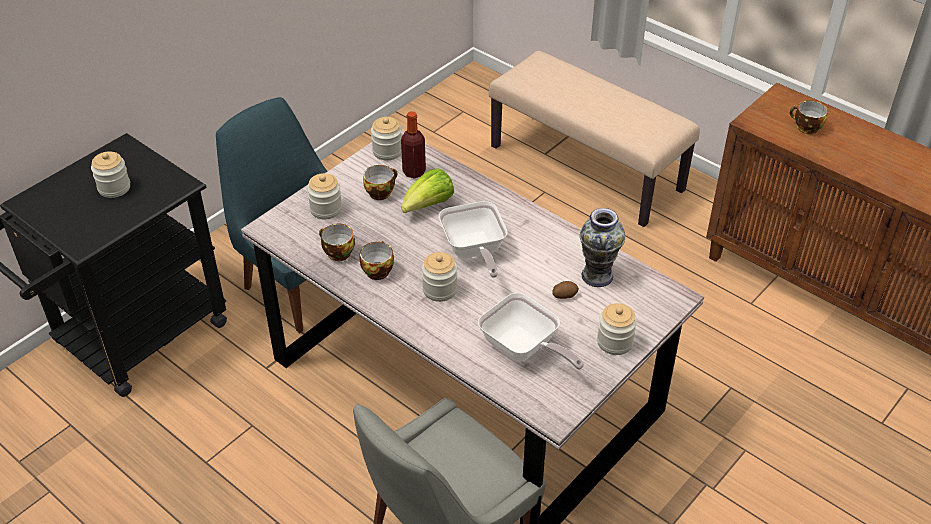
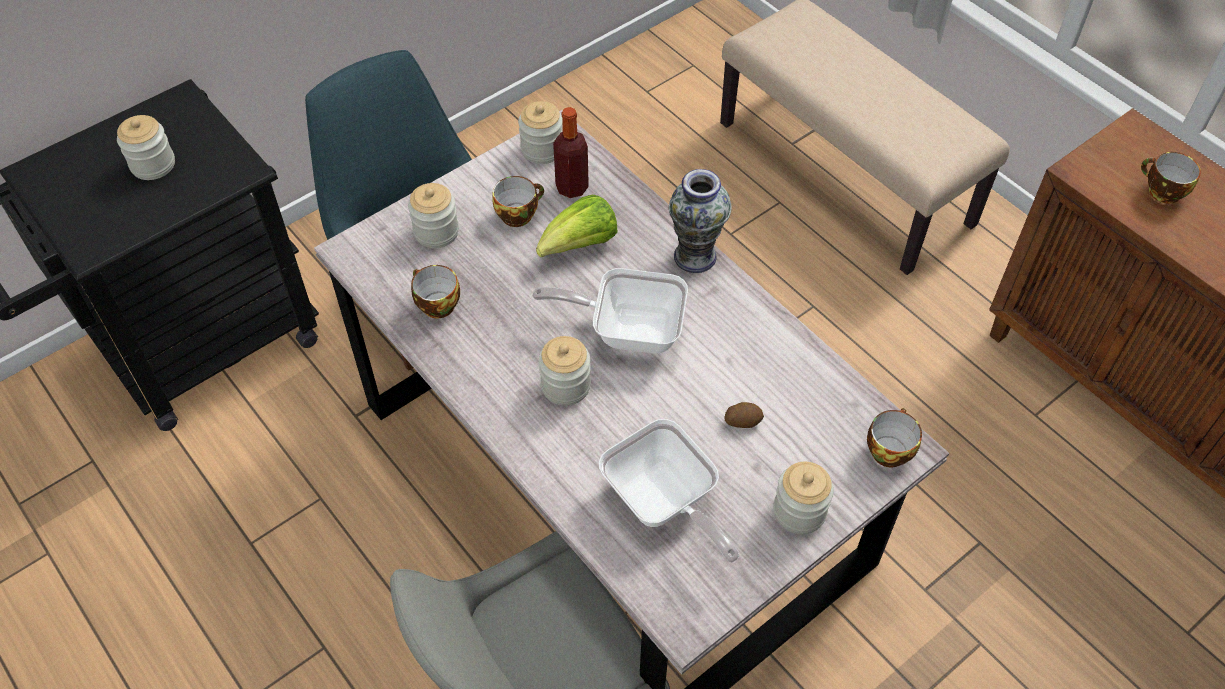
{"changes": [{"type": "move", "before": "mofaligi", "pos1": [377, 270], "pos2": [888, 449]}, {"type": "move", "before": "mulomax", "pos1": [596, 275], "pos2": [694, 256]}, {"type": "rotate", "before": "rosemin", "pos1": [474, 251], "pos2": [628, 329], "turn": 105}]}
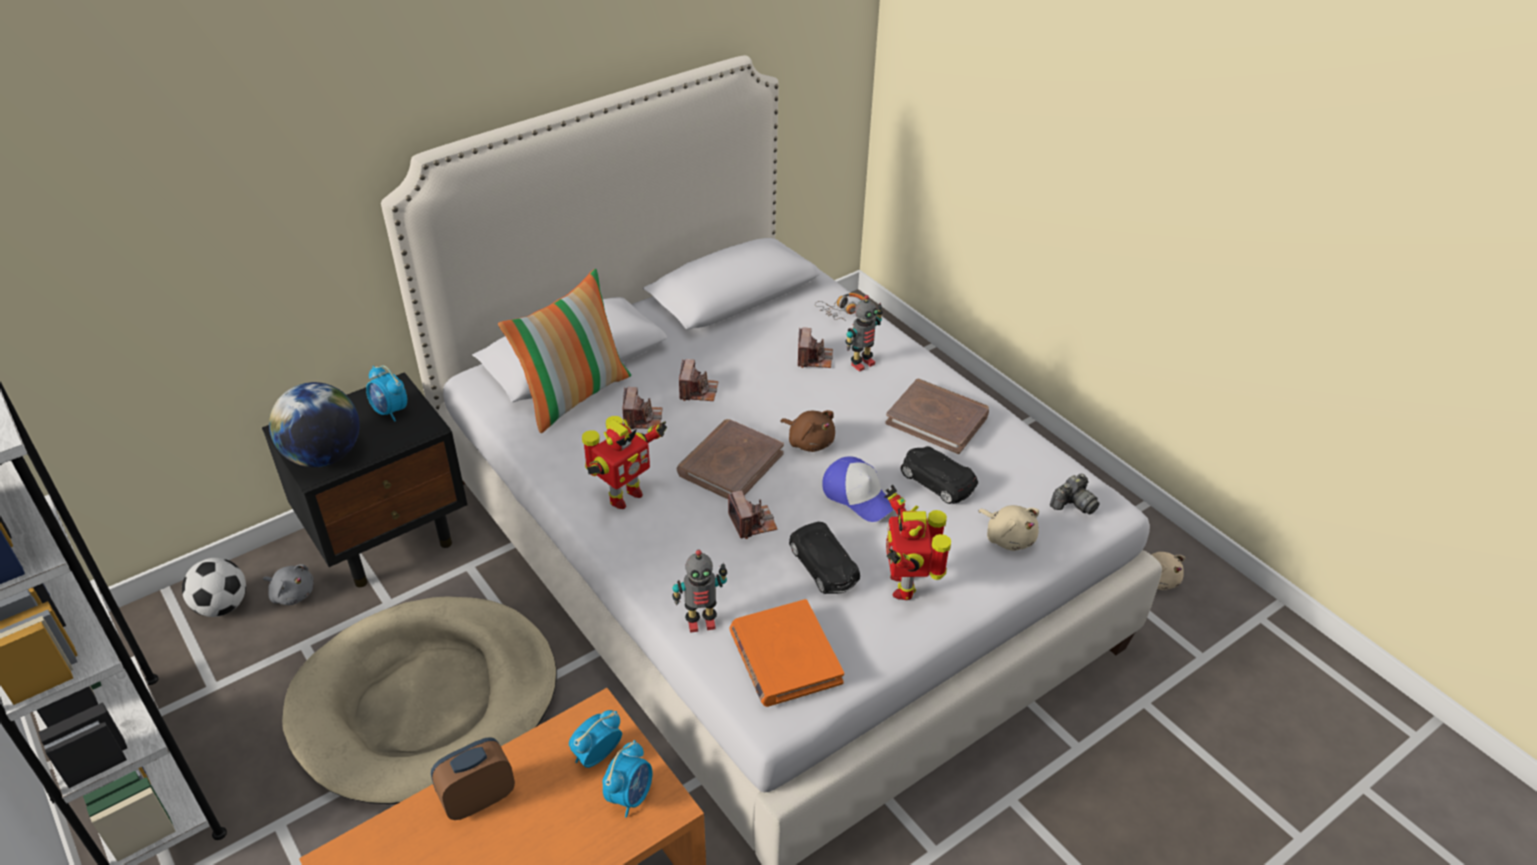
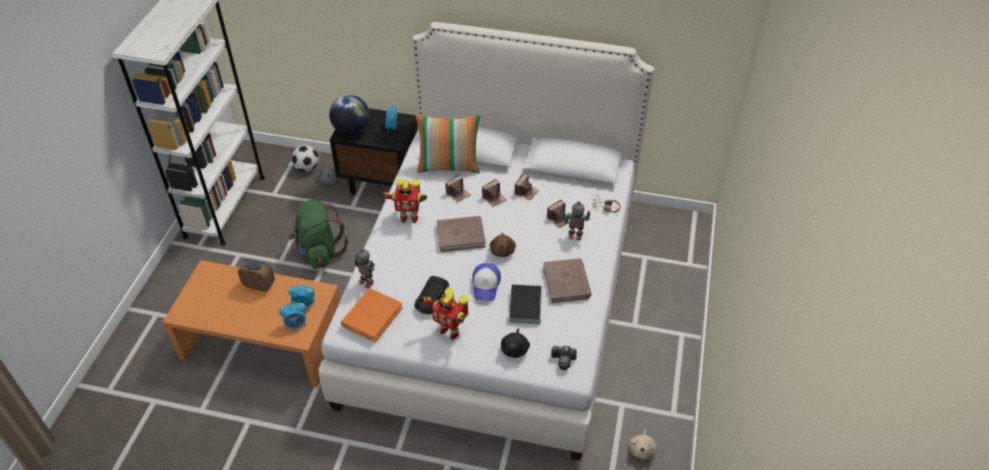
{"changes": [{"type": "move", "before": "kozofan", "pos1": [752, 522], "pos2": [526, 192]}, {"type": "replace", "before": "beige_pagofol", "after": "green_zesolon", "pos1": [426, 703], "pos2": [319, 252]}, {"type": "replace", "before": "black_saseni", "after": "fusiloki", "pos1": [936, 480], "pos2": [525, 305]}, {"type": "recolor", "before": "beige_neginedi", "after": "black_neginedi", "pos1": [1008, 537], "pos2": [515, 349]}, {"type": "rotate", "before": "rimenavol", "pos1": [905, 584], "pos2": [449, 331], "turn": -105}]}
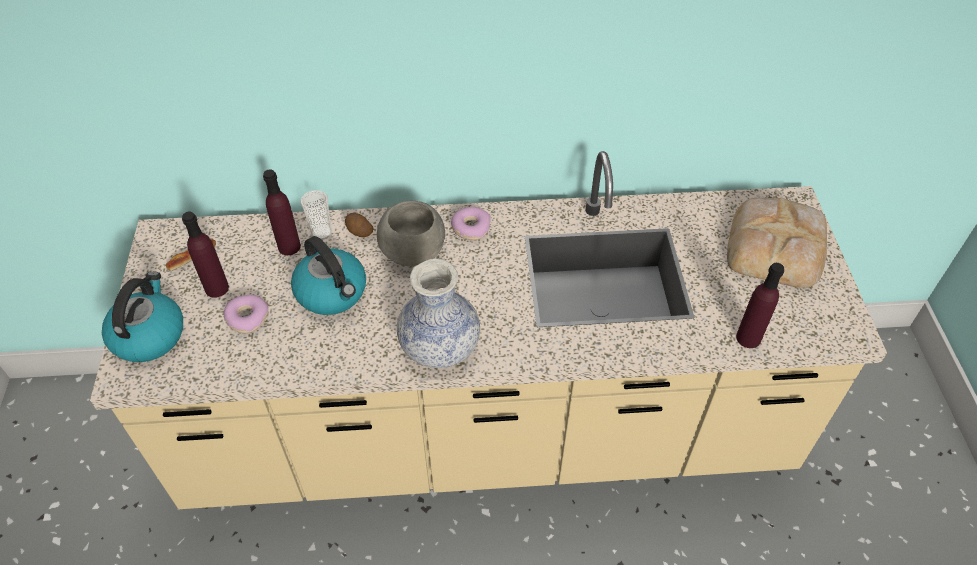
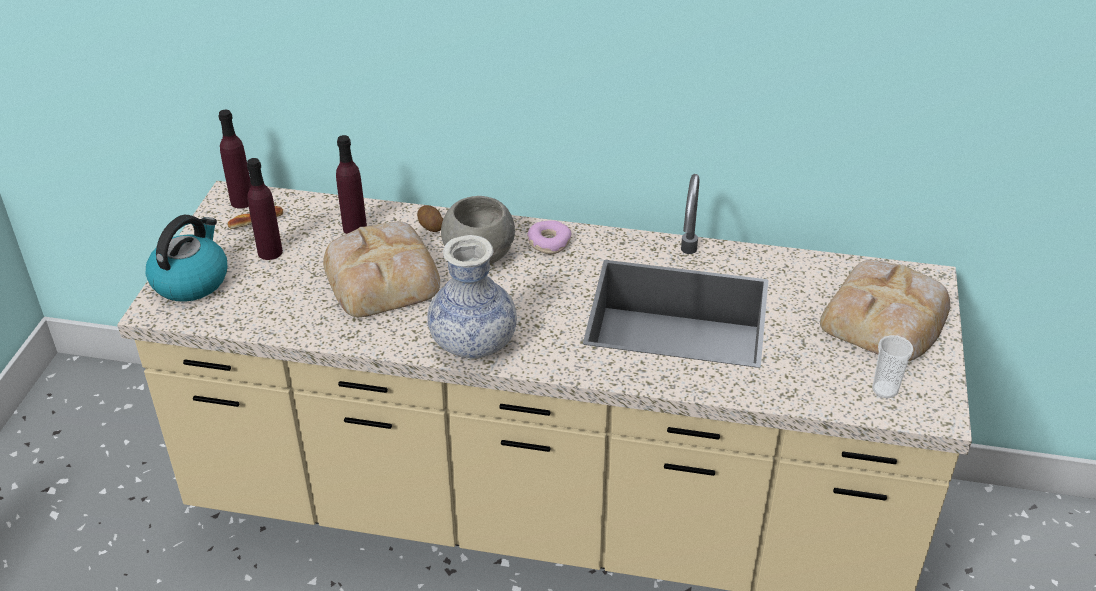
{"changes": [{"type": "delete", "before": "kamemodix", "pos1": [247, 318]}, {"type": "move", "before": "mofaligi", "pos1": [321, 233], "pos2": [885, 389]}, {"type": "move", "before": "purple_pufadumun", "pos1": [748, 338], "pos2": [242, 201]}, {"type": "replace", "before": "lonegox", "after": "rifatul", "pos1": [332, 292], "pos2": [383, 276]}]}
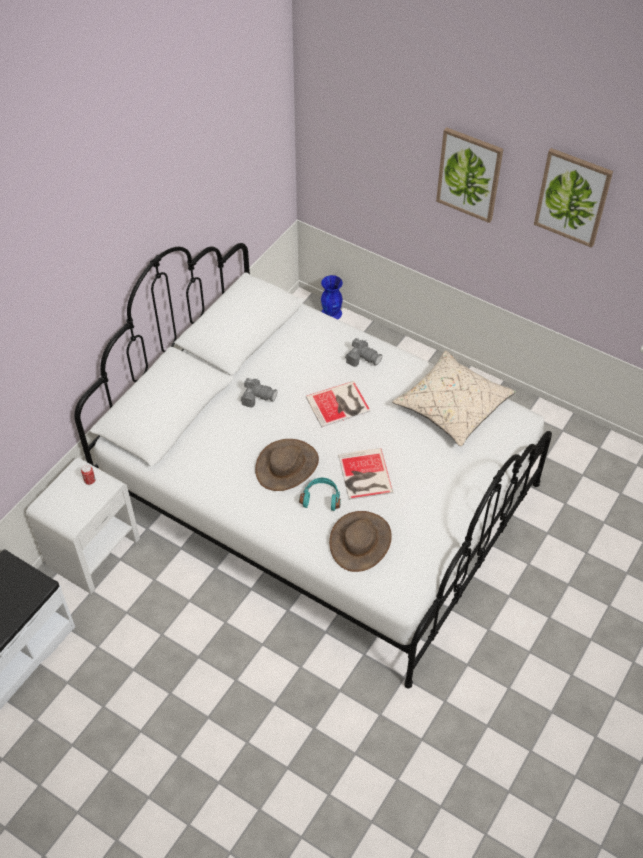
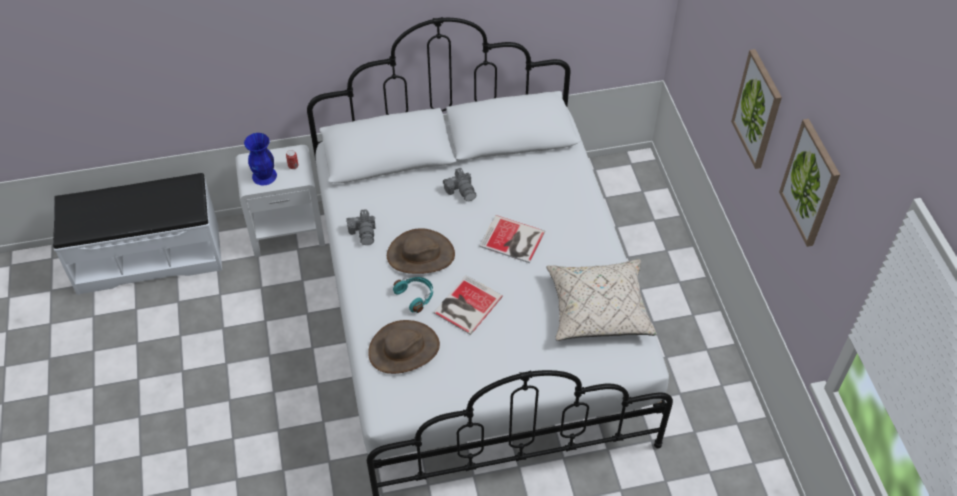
{"changes": [{"type": "move", "before": "blue_mulomax", "pos1": [331, 313], "pos2": [264, 176]}, {"type": "move", "before": "kozofan", "pos1": [363, 358], "pos2": [364, 232]}]}
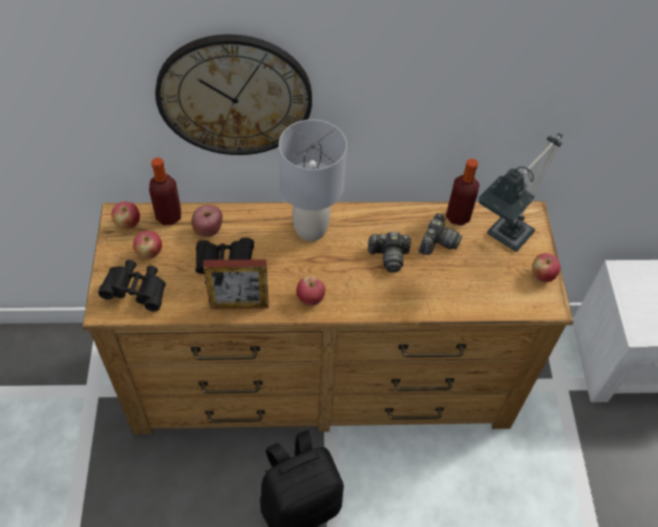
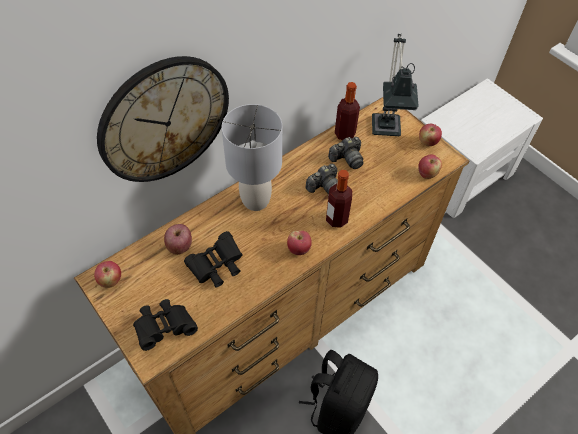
{"changes": [{"type": "delete", "before": "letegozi", "pos1": [239, 305]}, {"type": "move", "before": "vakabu", "pos1": [149, 253], "pos2": [427, 174]}, {"type": "move", "before": "pufadumun", "pos1": [168, 216], "pos2": [336, 219]}, {"type": "rotate", "before": "kozofan", "pos1": [437, 242], "pos2": [347, 159], "turn": 75}]}
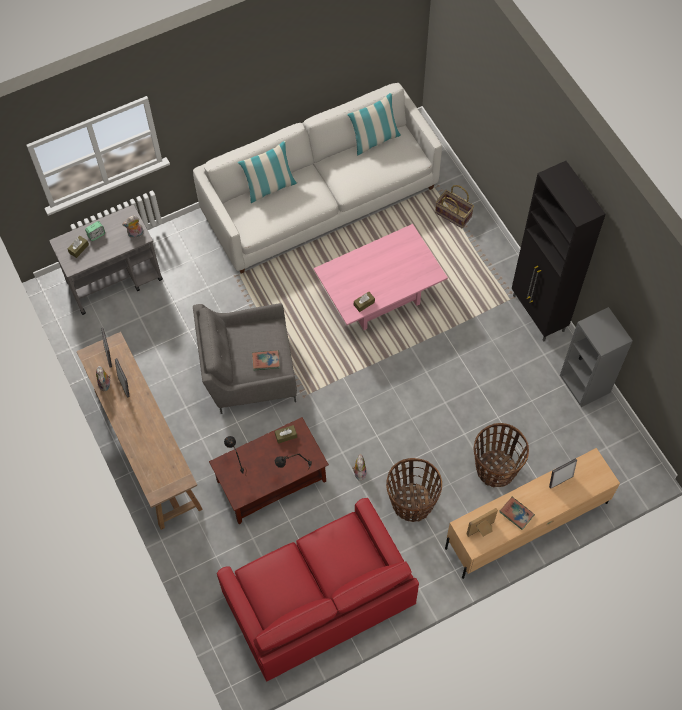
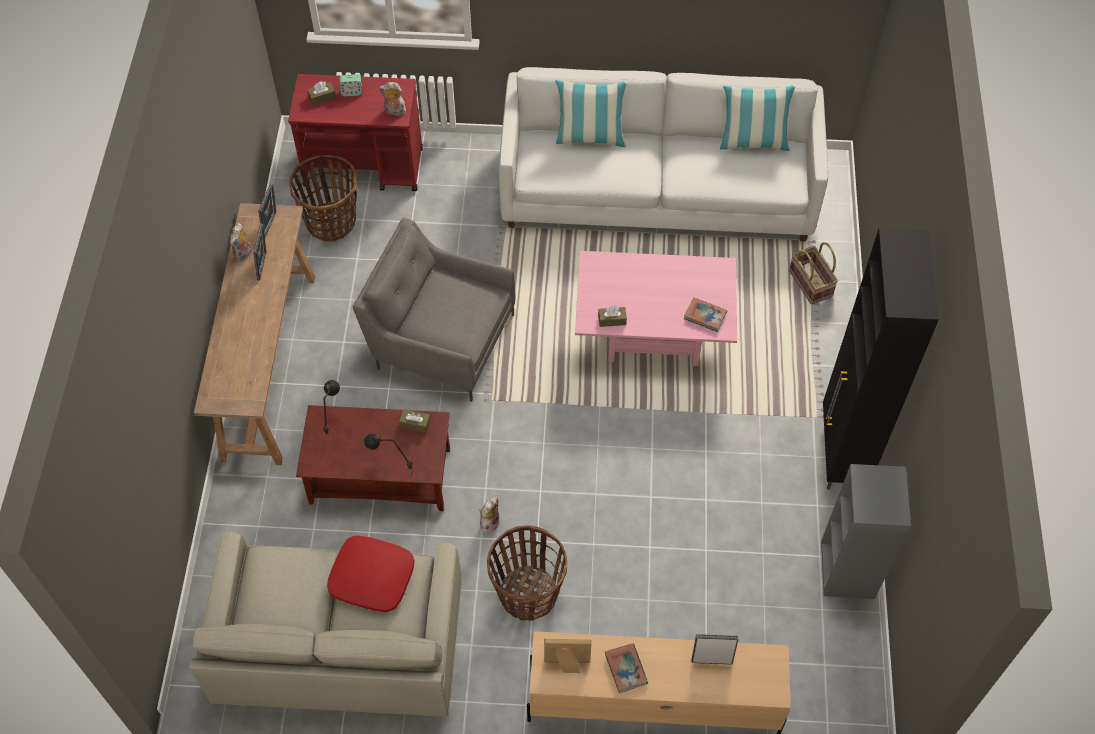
{"changes": [{"type": "insert", "after": "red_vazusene", "pos2": [371, 578]}, {"type": "move", "before": "fusiloki", "pos1": [266, 361], "pos2": [705, 316]}, {"type": "move", "before": "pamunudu", "pos1": [495, 469], "pos2": [331, 222]}, {"type": "recolor", "before": "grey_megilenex", "after": "red_megilenex", "pos1": [115, 280], "pos2": [365, 167]}, {"type": "recolor", "before": "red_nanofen", "after": "beige_nanofen", "pos1": [318, 599], "pos2": [338, 643]}]}
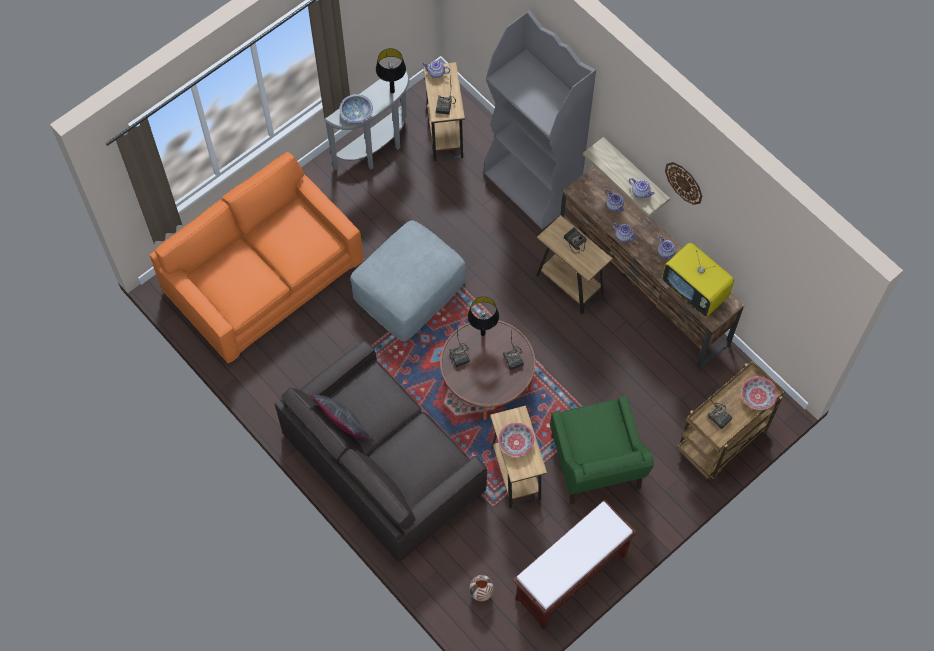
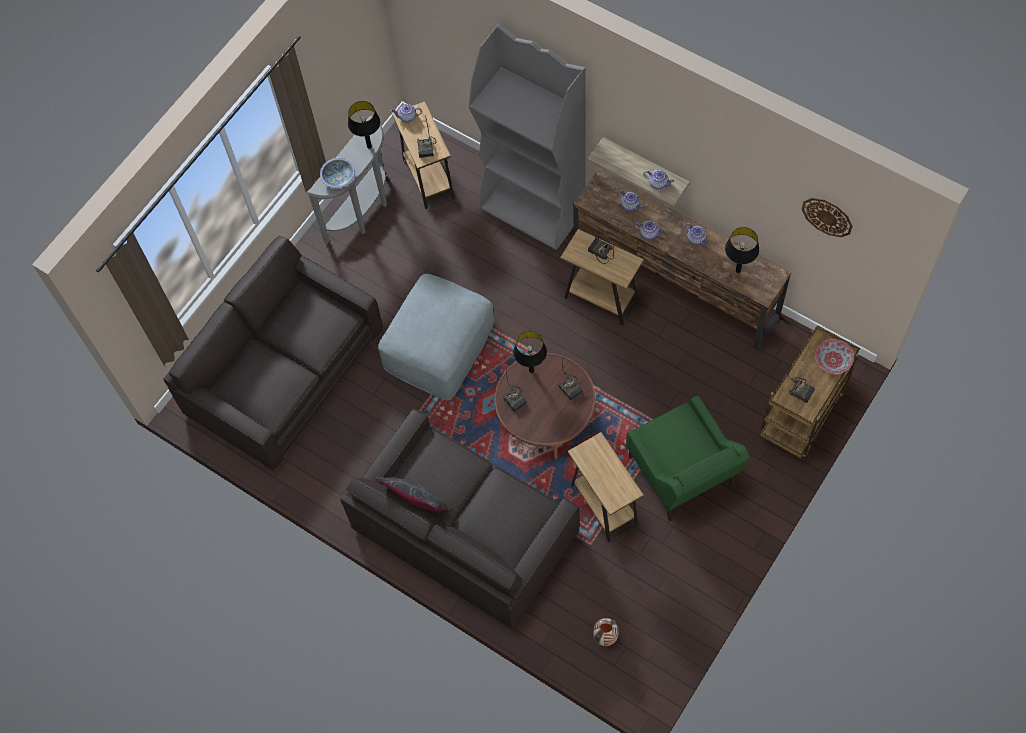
{"changes": [{"type": "delete", "before": "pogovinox", "pos1": [516, 442]}, {"type": "delete", "before": "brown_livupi", "pos1": [570, 578]}, {"type": "move", "before": "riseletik", "pos1": [684, 182], "pos2": [827, 216]}, {"type": "replace", "before": "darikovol", "after": "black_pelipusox", "pos1": [695, 291], "pos2": [738, 271]}, {"type": "recolor", "before": "orange_nanofen", "after": "grey_nanofen", "pos1": [263, 276], "pos2": [284, 371]}]}
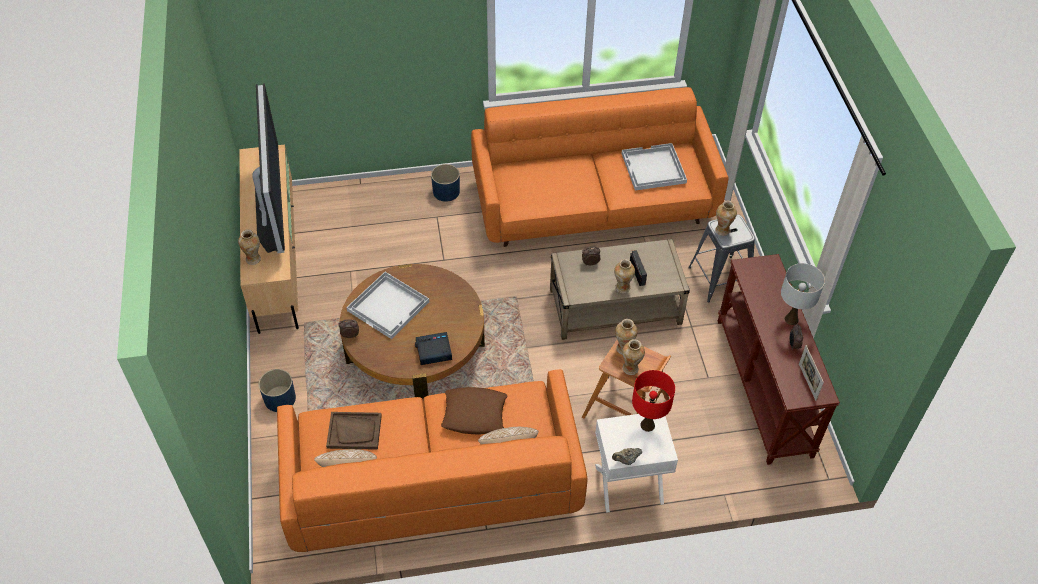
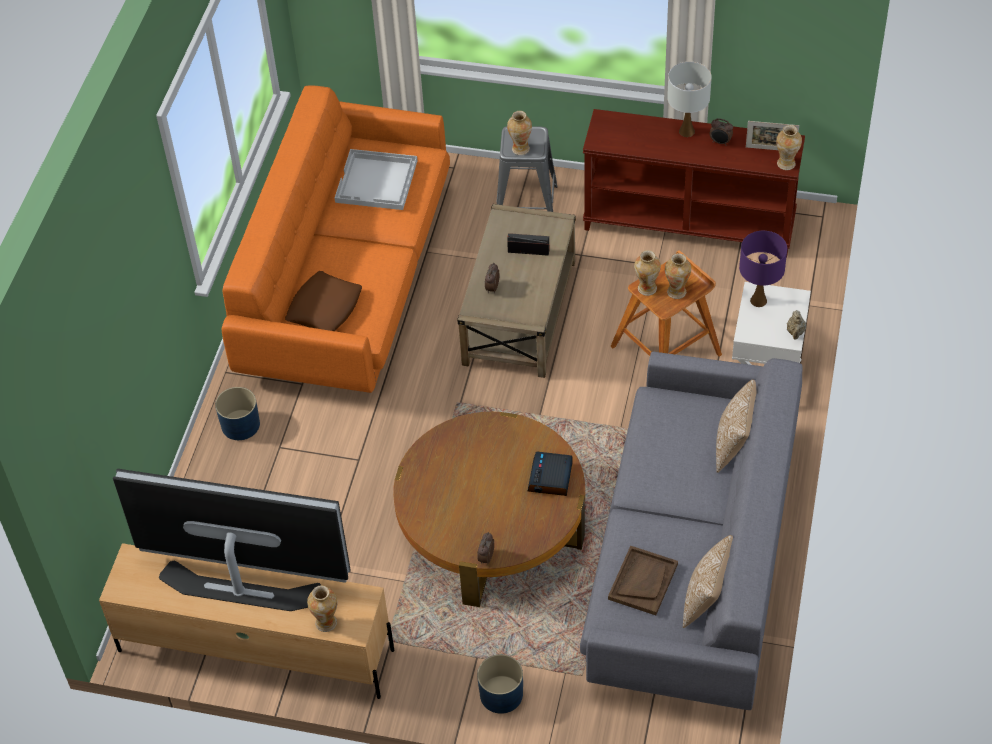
{"changes": [{"type": "delete", "before": "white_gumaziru", "pos1": [389, 306]}, {"type": "move", "before": "brown_vazusene", "pos1": [474, 414], "pos2": [324, 308]}, {"type": "move", "before": "mulomax", "pos1": [622, 288], "pos2": [786, 164]}, {"type": "recolor", "before": "orange_nanofen", "after": "grey_nanofen", "pos1": [432, 482], "pos2": [691, 560]}, {"type": "recolor", "before": "red_pelipusox", "after": "purple_pelipusox", "pos1": [647, 425], "pos2": [759, 300]}]}
